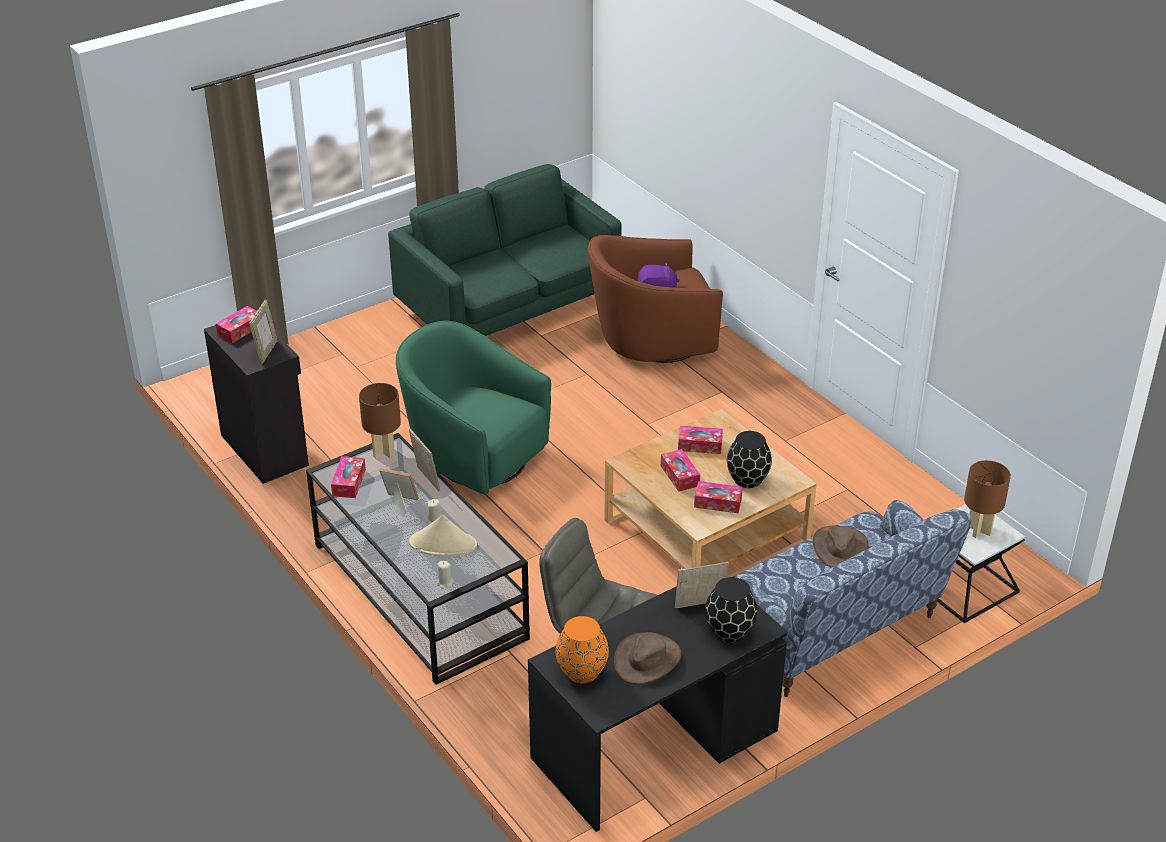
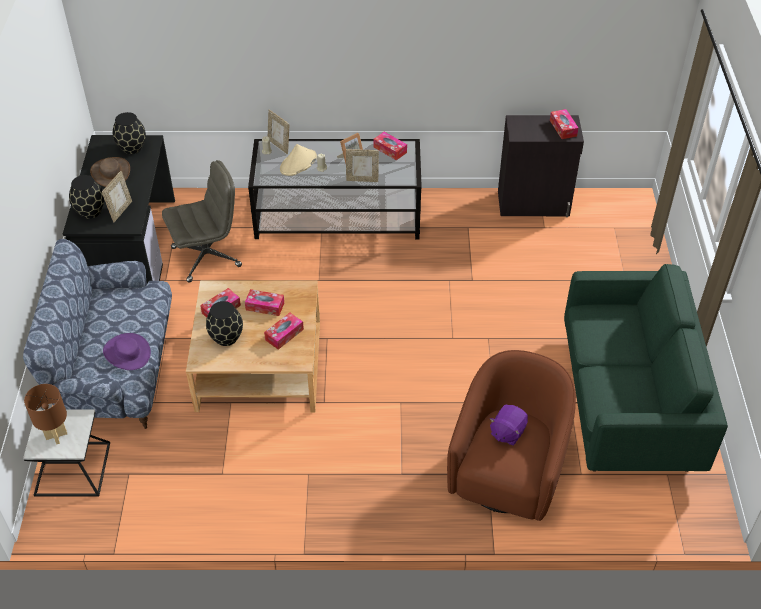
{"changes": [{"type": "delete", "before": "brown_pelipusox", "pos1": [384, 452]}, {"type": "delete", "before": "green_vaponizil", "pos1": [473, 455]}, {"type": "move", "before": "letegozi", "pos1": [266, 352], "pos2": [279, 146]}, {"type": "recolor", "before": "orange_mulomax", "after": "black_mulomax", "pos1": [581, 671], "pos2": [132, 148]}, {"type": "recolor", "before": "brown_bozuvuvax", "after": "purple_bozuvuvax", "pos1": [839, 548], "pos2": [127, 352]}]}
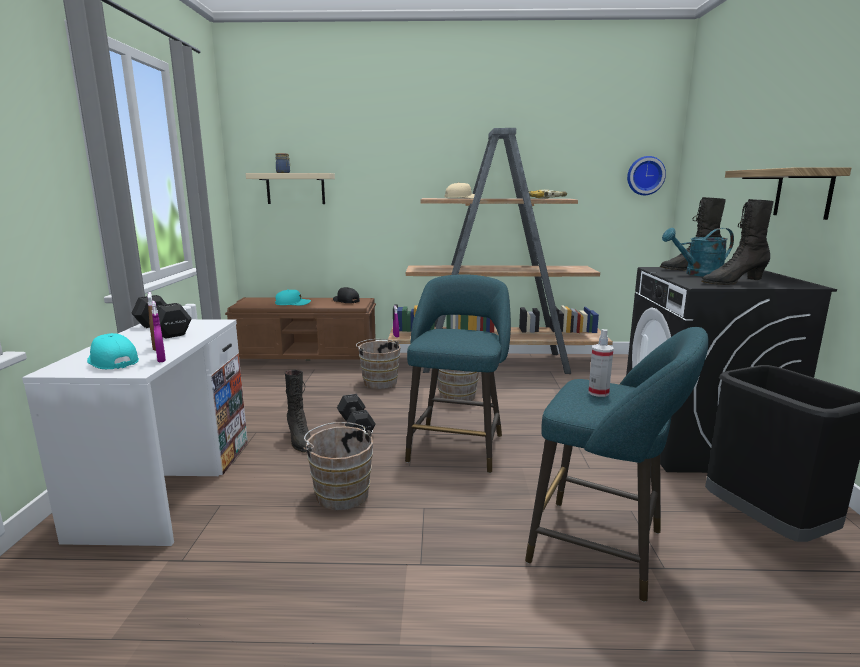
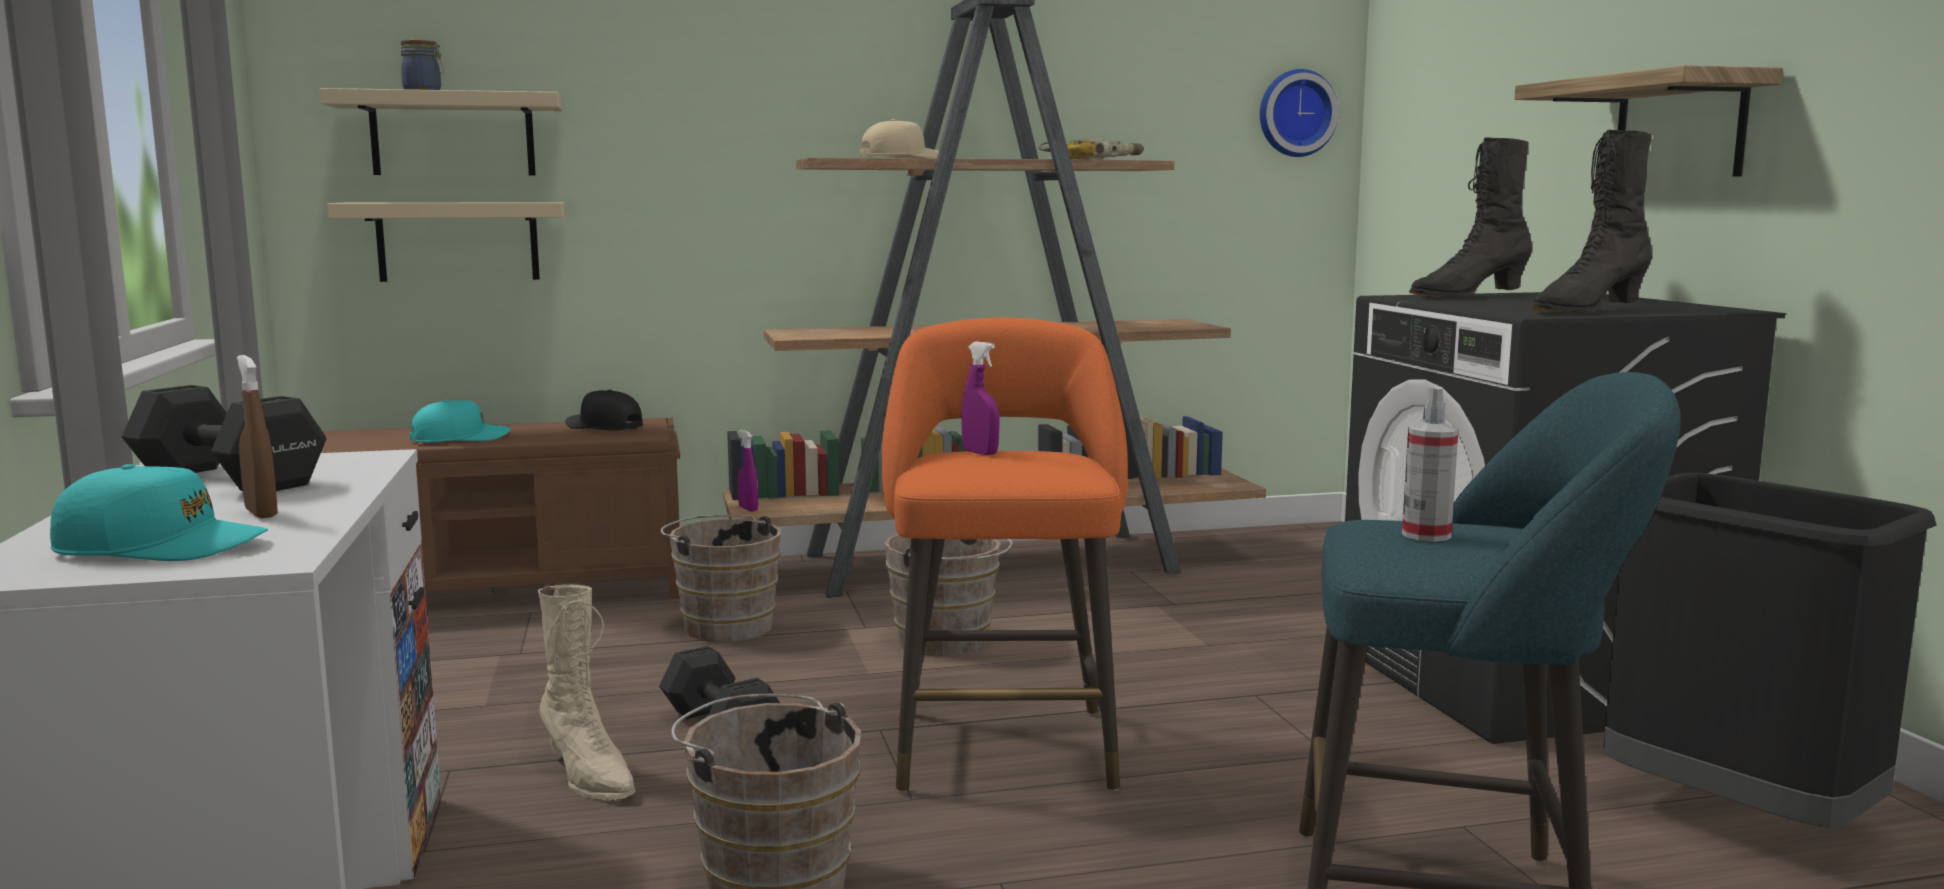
{"changes": [{"type": "delete", "before": "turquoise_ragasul", "pos1": [698, 274]}, {"type": "insert", "after": "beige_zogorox", "pos2": [458, 241]}, {"type": "move", "before": "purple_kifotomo", "pos1": [161, 360], "pos2": [980, 453]}, {"type": "recolor", "before": "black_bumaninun", "after": "beige_bumaninun", "pos1": [300, 441], "pos2": [588, 776]}, {"type": "recolor", "before": "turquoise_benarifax", "after": "orange_benarifax", "pos1": [457, 445], "pos2": [1004, 743]}, {"type": "rotate", "before": "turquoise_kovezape", "pos1": [112, 361], "pos2": [161, 547], "turn": 150}]}
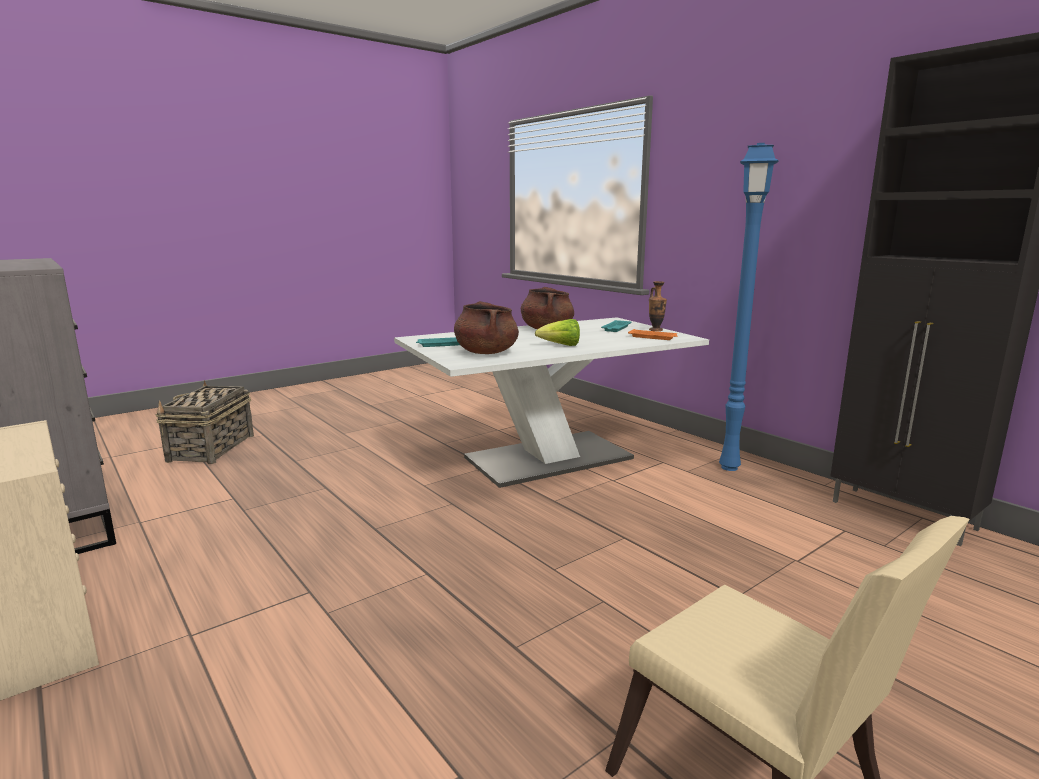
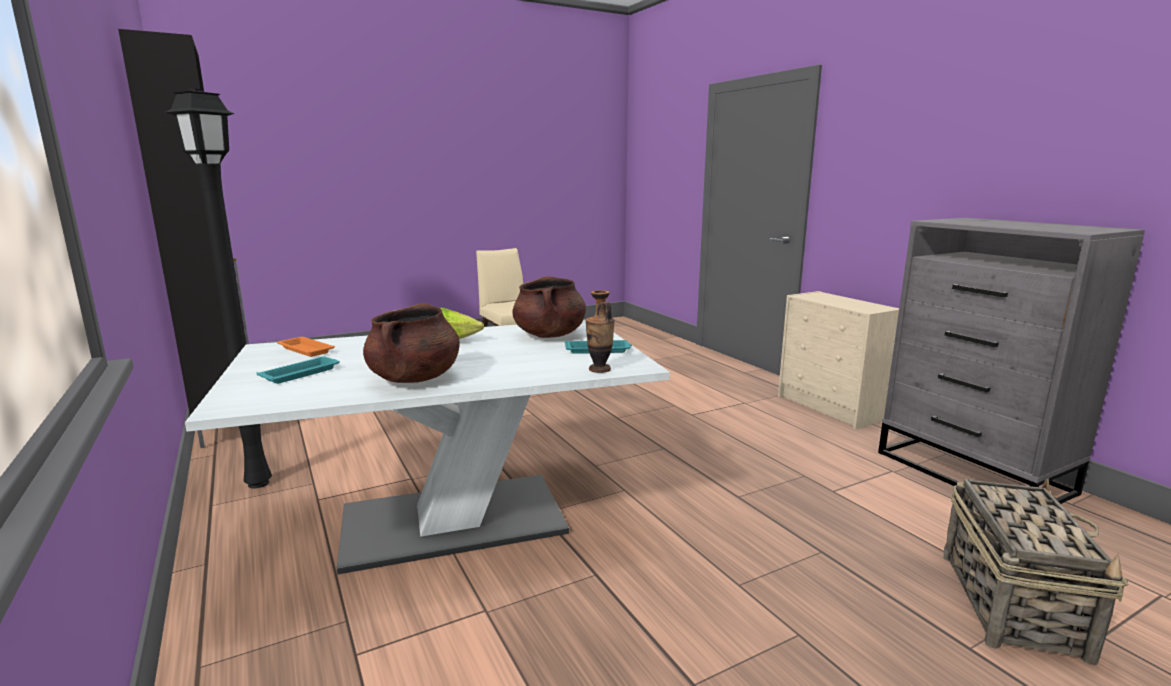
{"changes": [{"type": "move", "before": "mulomax", "pos1": [655, 330], "pos2": [599, 369]}, {"type": "recolor", "before": "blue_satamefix", "after": "black_satamefix", "pos1": [728, 467], "pos2": [258, 484]}]}
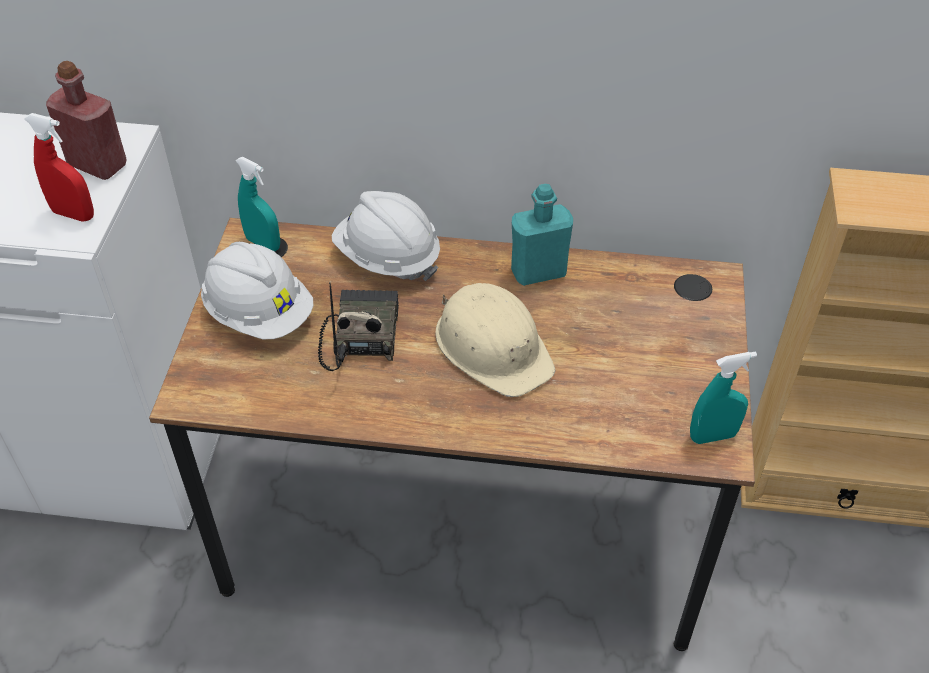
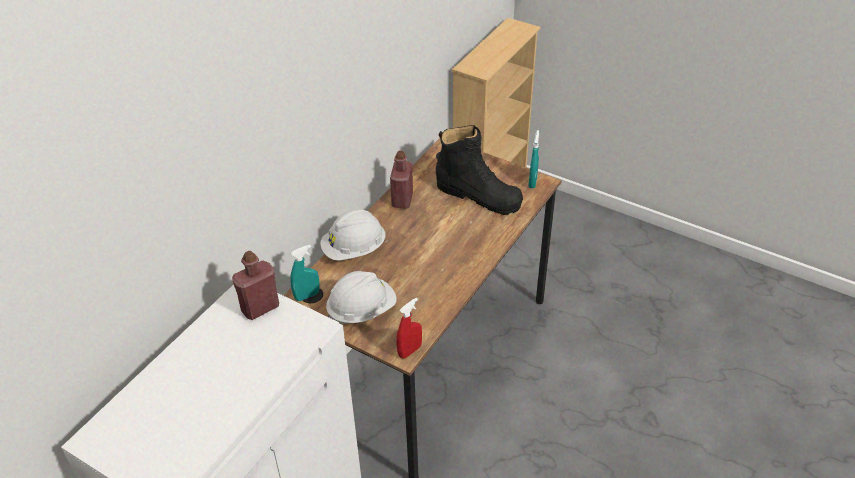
{"changes": [{"type": "delete", "before": "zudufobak", "pos1": [360, 336]}, {"type": "delete", "before": "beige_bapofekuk", "pos1": [493, 346]}, {"type": "insert", "after": "black_bumaninun", "pos2": [478, 195]}, {"type": "move", "before": "red_kifotomo", "pos1": [73, 214], "pos2": [410, 351]}, {"type": "recolor", "before": "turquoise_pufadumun", "after": "red_pufadumun", "pos1": [538, 272], "pos2": [402, 200]}]}
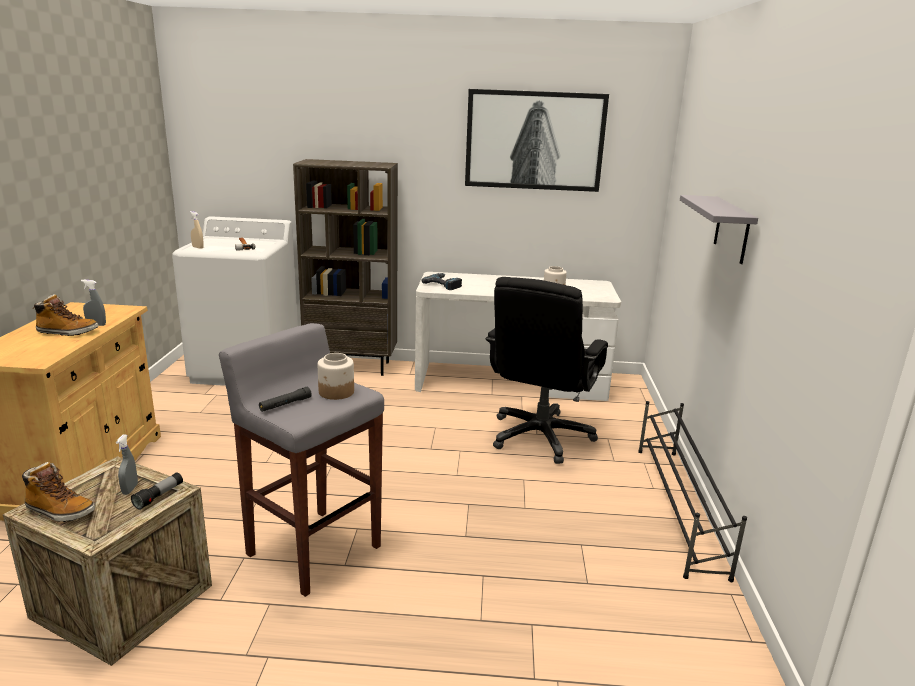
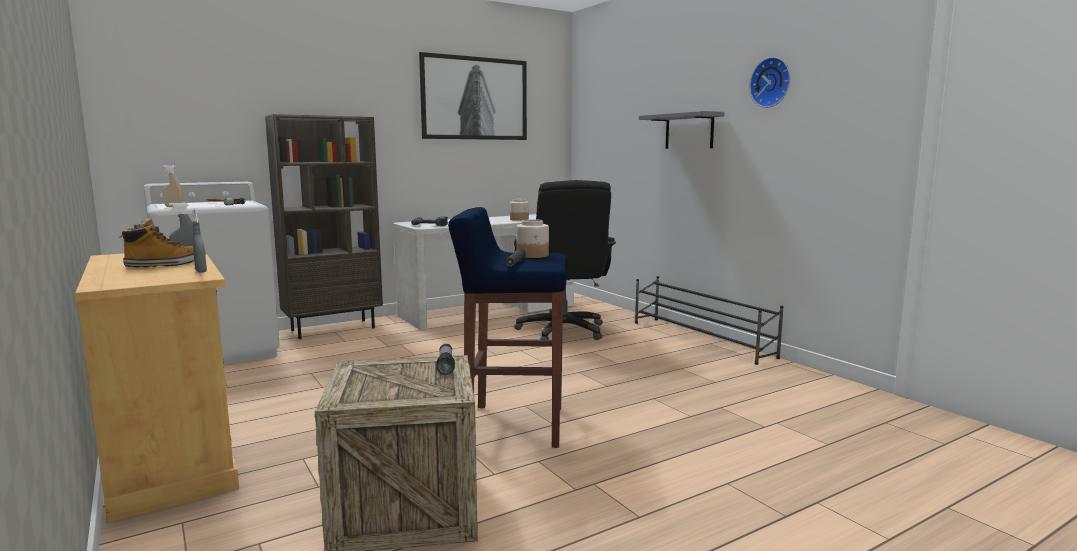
{"changes": [{"type": "delete", "before": "bumaninun", "pos1": [59, 511]}, {"type": "insert", "after": "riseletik", "pos2": [772, 82]}, {"type": "move", "before": "grey_kifotomo", "pos1": [130, 489], "pos2": [201, 271]}, {"type": "recolor", "before": "grey_benarifax", "after": "blue_benarifax", "pos1": [313, 549], "pos2": [513, 425]}]}
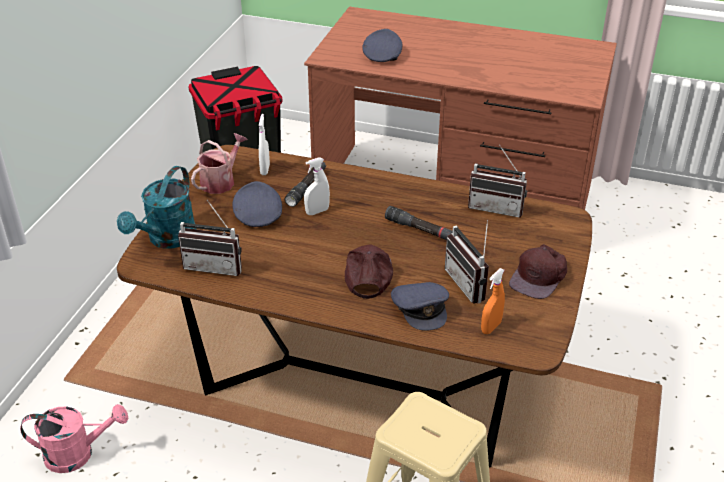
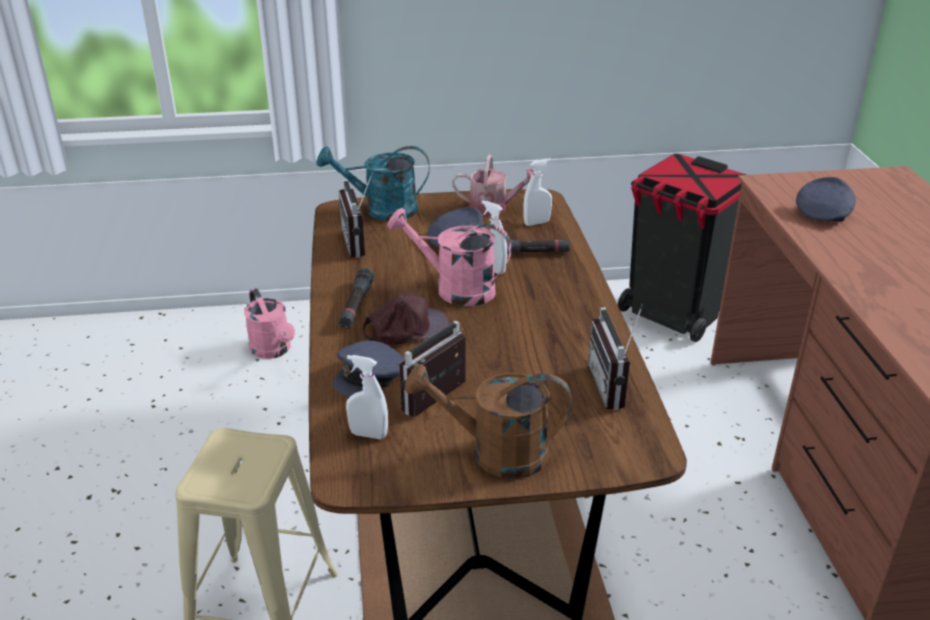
{"changes": [{"type": "insert", "after": "pink_ragasul", "pos2": [454, 289]}, {"type": "move", "before": "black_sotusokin", "pos1": [419, 230], "pos2": [356, 305]}, {"type": "replace", "before": "brown_kovezape", "after": "brown_ragasul", "pos1": [539, 276], "pos2": [495, 453]}, {"type": "recolor", "before": "orange_kifotomo", "after": "white_kifotomo", "pos1": [491, 327], "pos2": [368, 434]}, {"type": "rotate", "before": "grey_kovezape", "pos1": [382, 55], "pos2": [822, 212], "turn": -45}]}
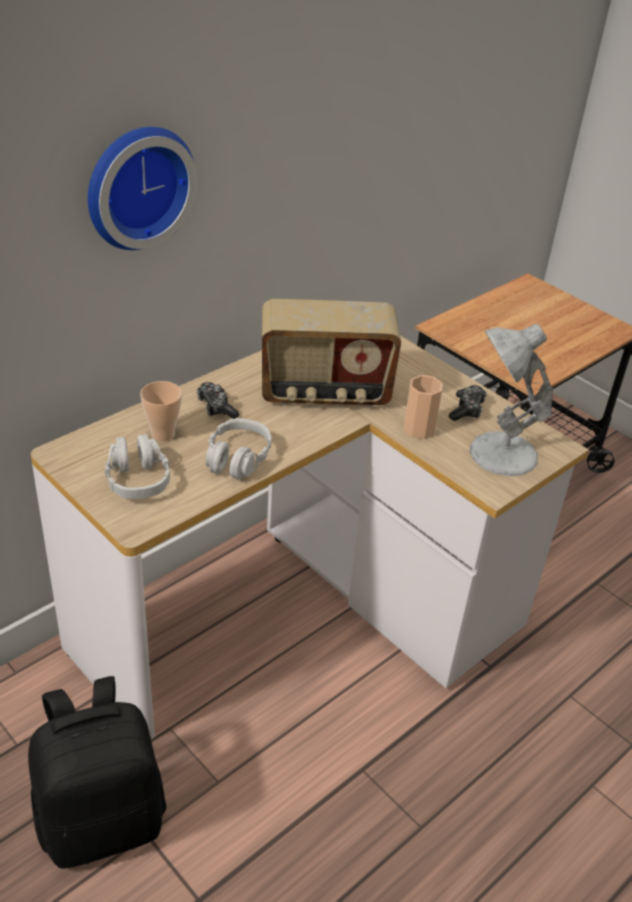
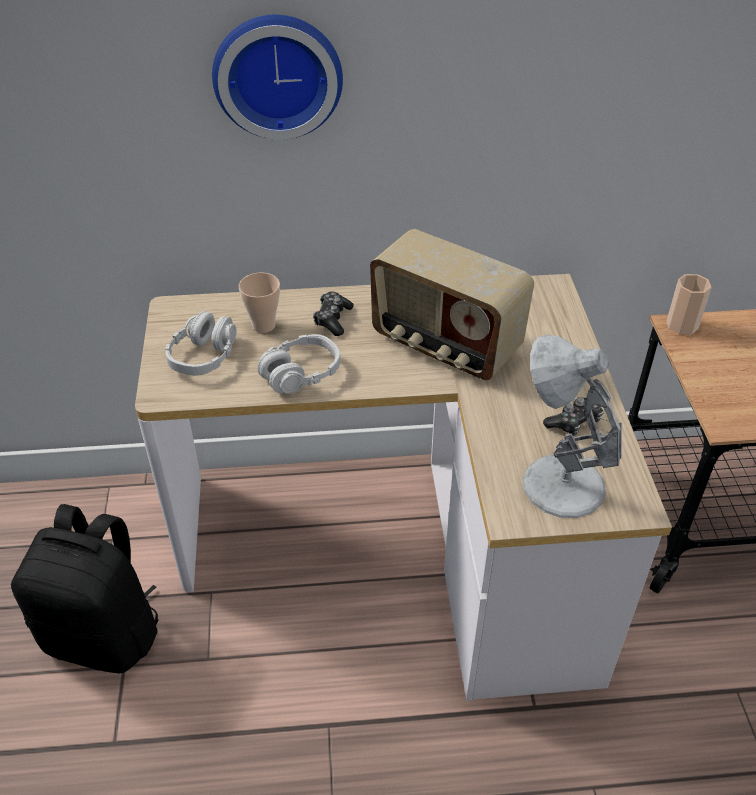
{"changes": [{"type": "move", "before": "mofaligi", "pos1": [419, 429], "pos2": [682, 325]}]}
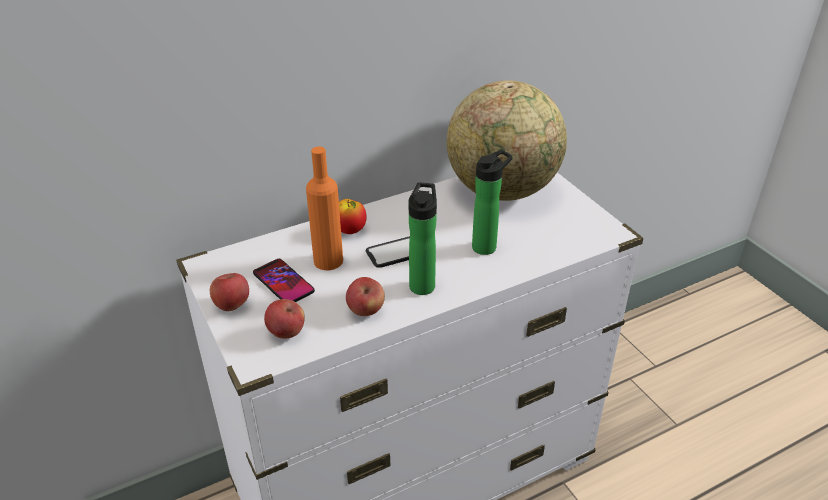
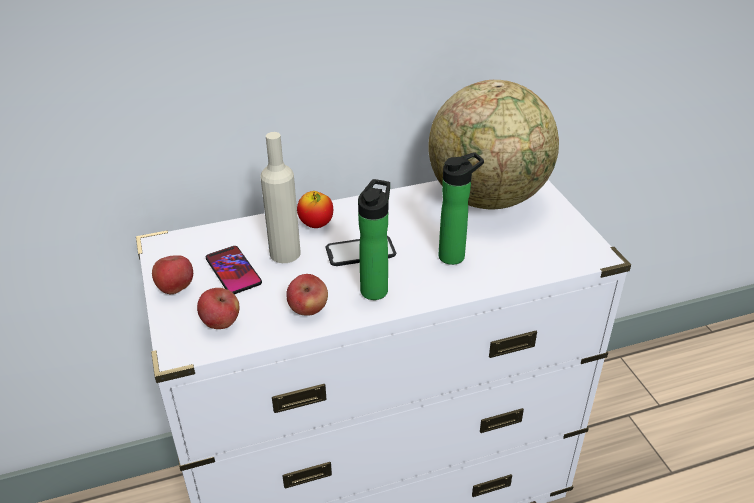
{"changes": [{"type": "recolor", "before": "orange_pufadumun", "after": "beige_pufadumun", "pos1": [328, 261], "pos2": [285, 253]}]}
